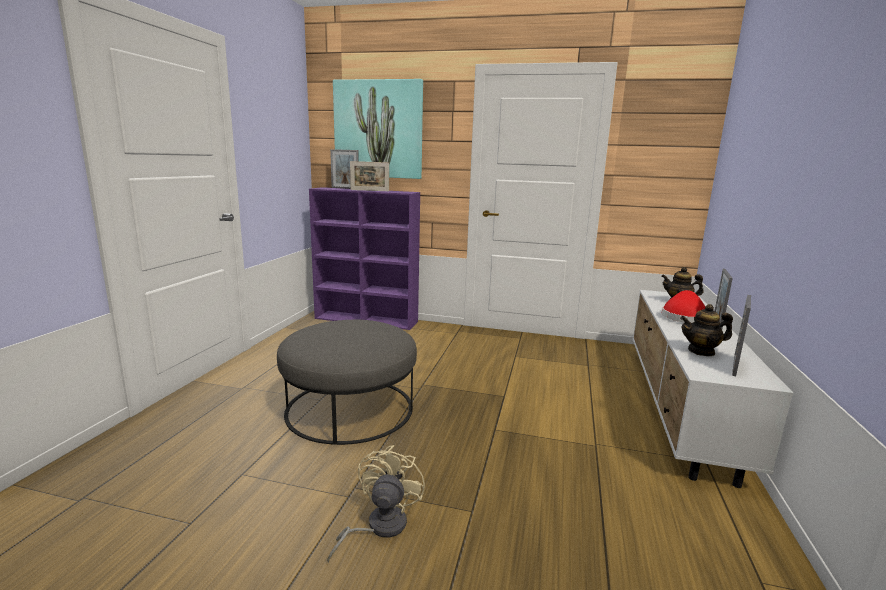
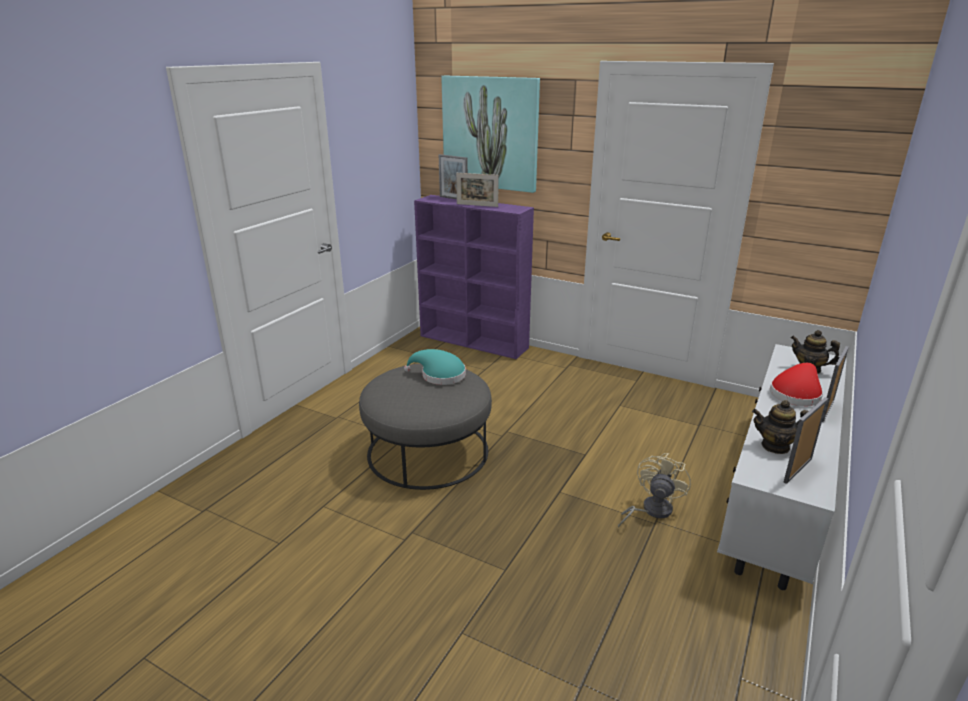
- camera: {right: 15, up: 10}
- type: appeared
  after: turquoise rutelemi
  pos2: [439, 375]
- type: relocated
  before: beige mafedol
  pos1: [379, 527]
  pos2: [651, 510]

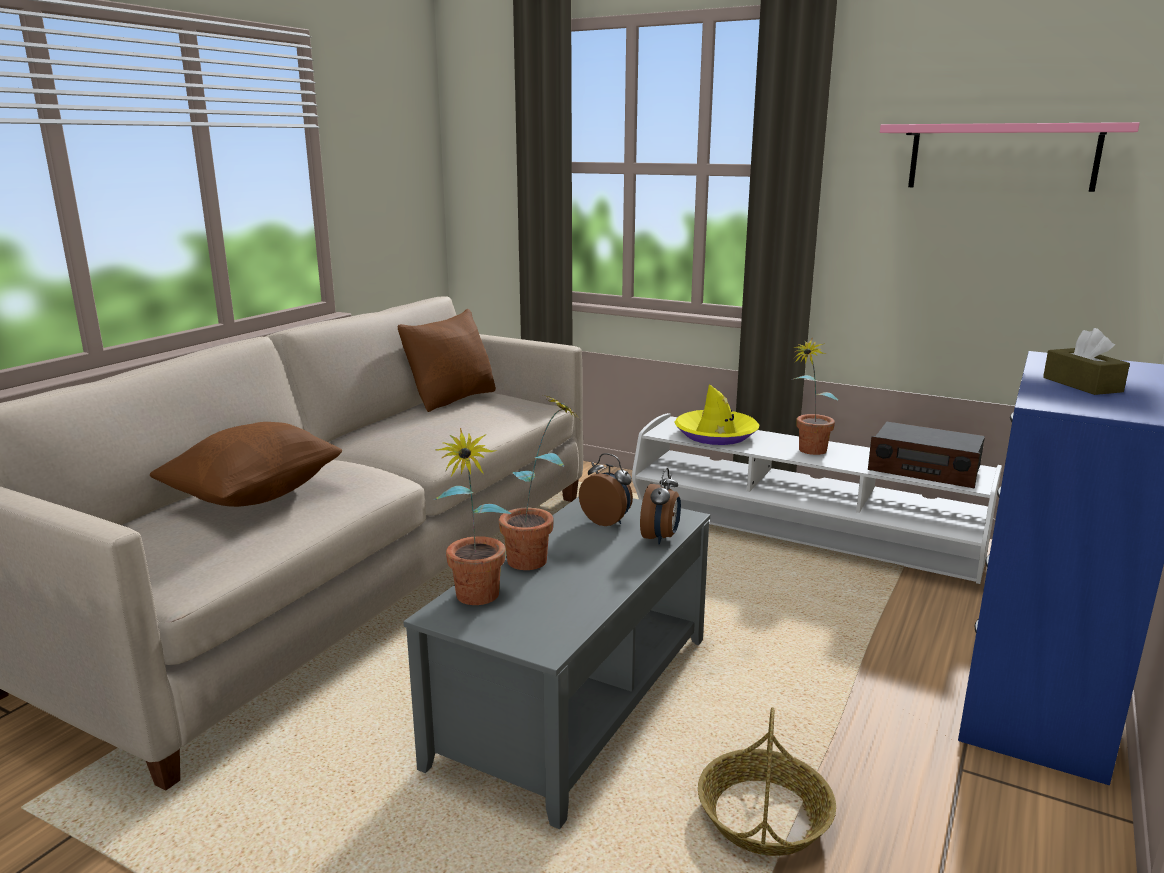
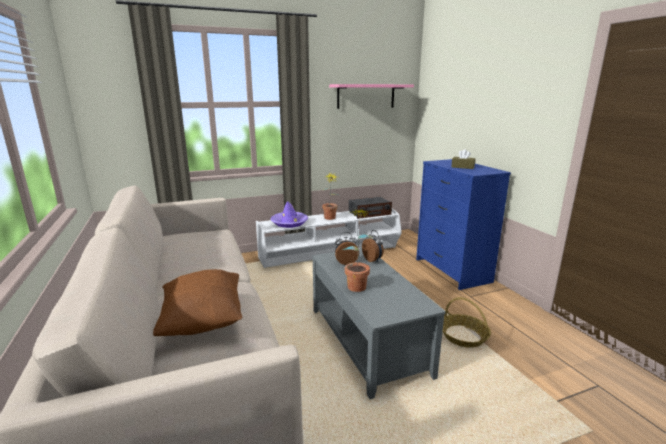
- camera: {right: -50, up: 0}
- type: colour
  before: yellow rutelemi
  after: purple rutelemi
  pos1: [716, 434]
  pos2: [289, 223]
- type: missing
  before: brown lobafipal
  pos1: [452, 399]
- type: missing
  before: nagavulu
  pos1: [475, 601]

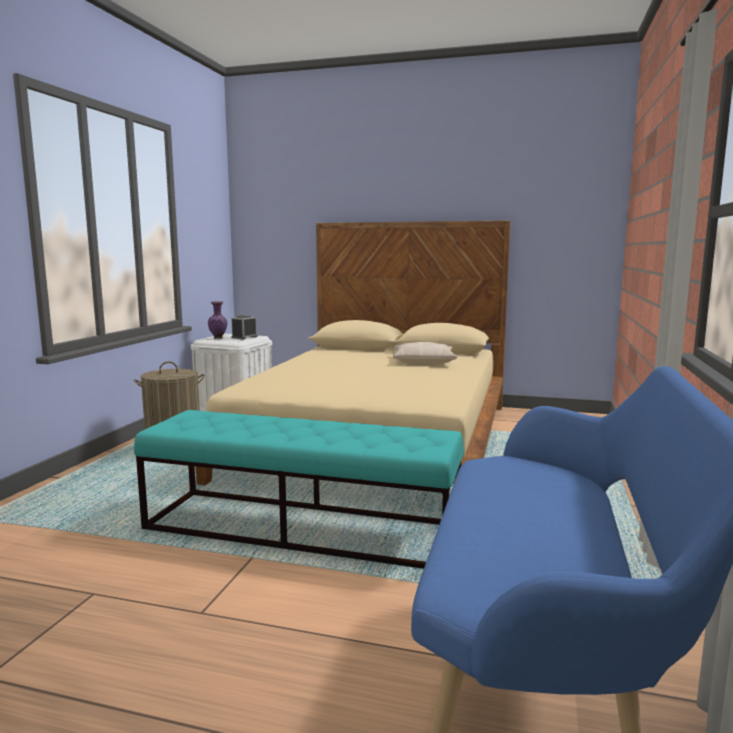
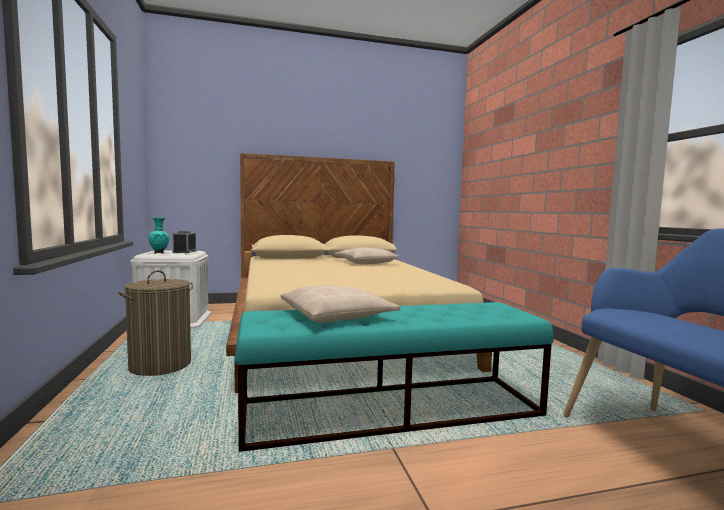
- camera: {right: -30, up: -5}
- type: colour
  before: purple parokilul
  after: turquoise parokilul
  pos1: [218, 338]
  pos2: [159, 253]
- type: appeared
  after: beige lobafipal
  pos2: [337, 316]

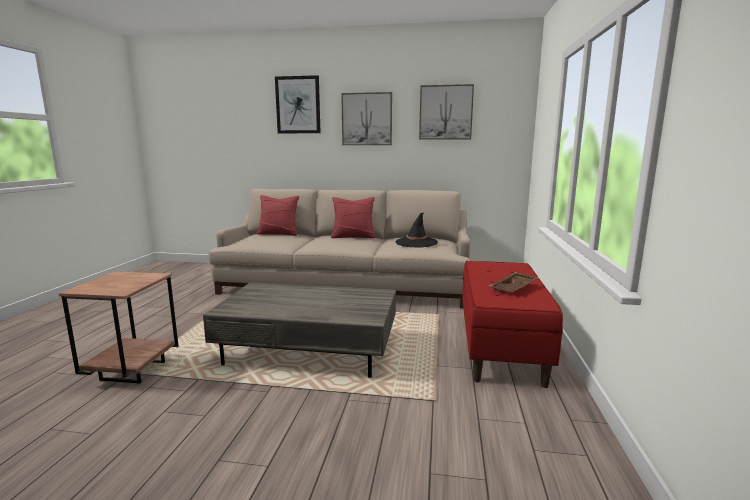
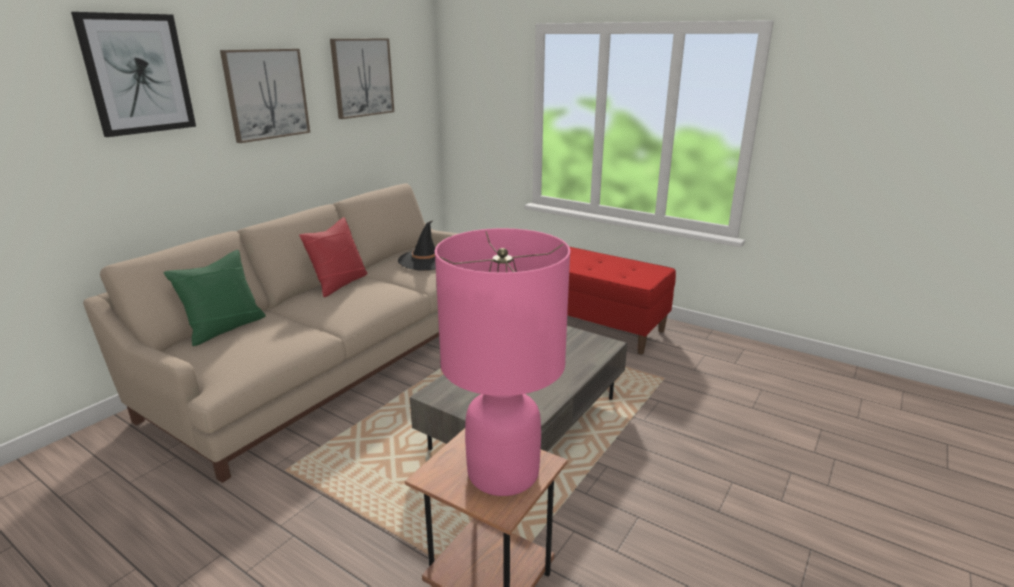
- camera: {right: -65, up: 10}
- type: colour
  before: red lobafipal
  after: green lobafipal
  pos1: [278, 233]
  pos2: [225, 328]
- type: appeared
  after: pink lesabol
  pos2: [503, 472]
- type: missing
  before: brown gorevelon
  pos1: [514, 288]

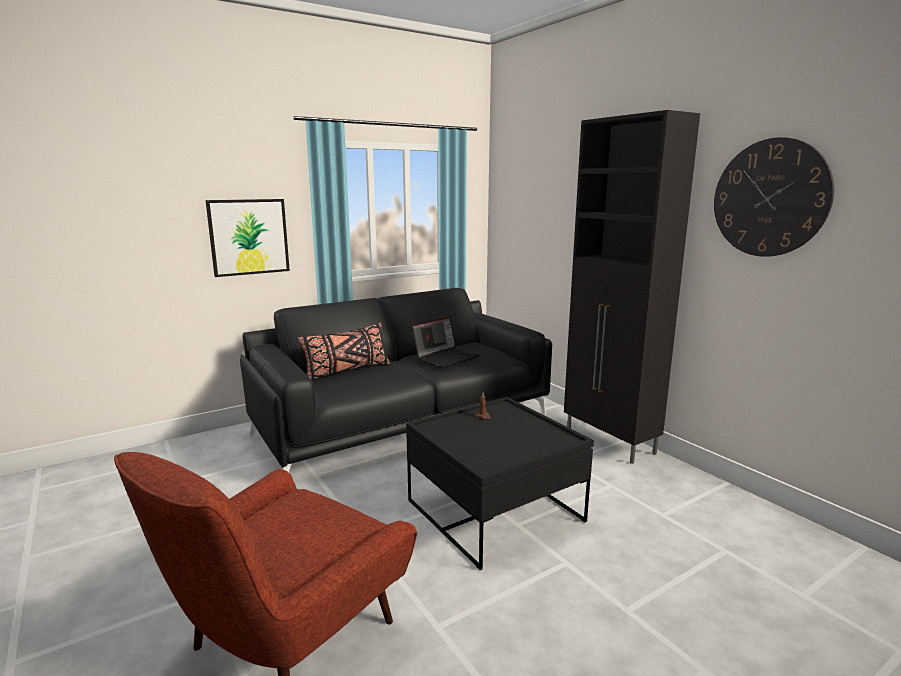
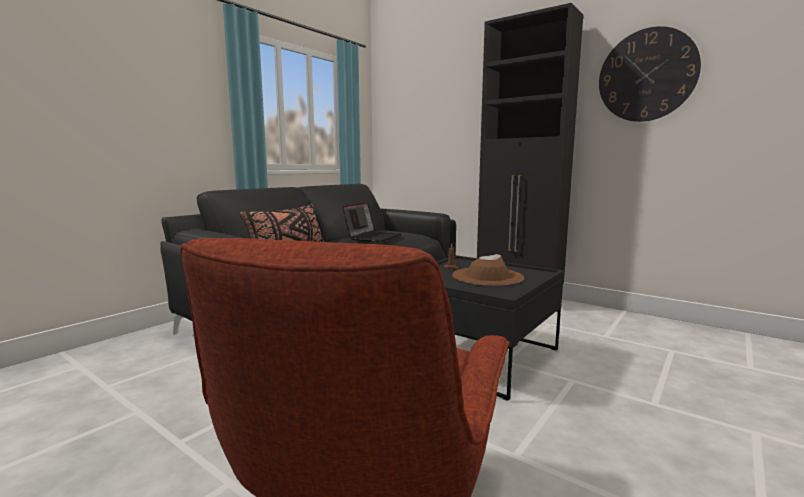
- camera: {right: -20, up: -5}
- type: appeared
  after: brown rutelemi
  pos2: [487, 276]
- type: missing
  before: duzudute
  pos1: [249, 237]

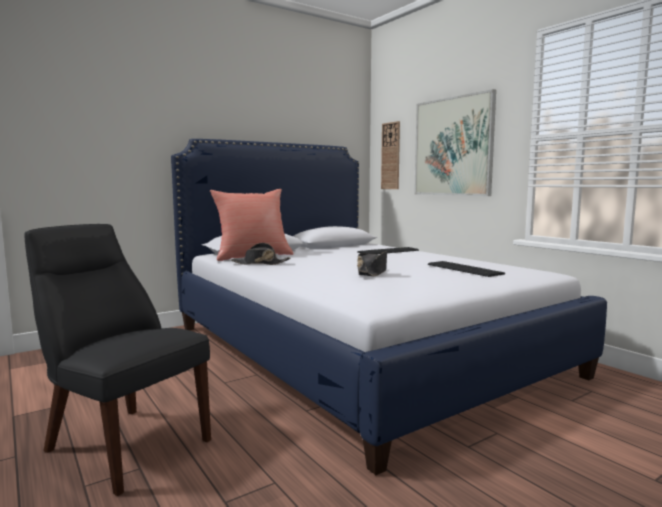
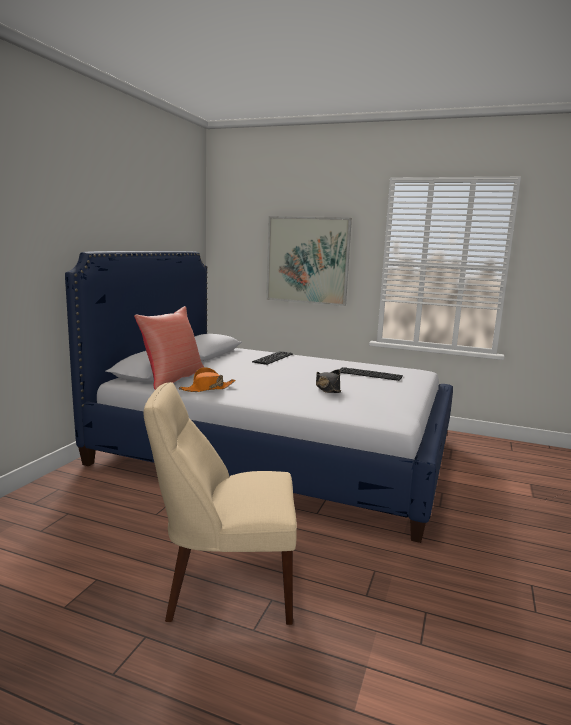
- camera: {right: -35, up: 5}
- type: colour
  before: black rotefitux
  after: beige rotefitux
  pos1: [123, 444]
  pos2: [224, 588]
- type: colour
  before: black rutelemi
  after: orange rutelemi
  pos1: [260, 263]
  pos2: [207, 388]
- type: missing
  before: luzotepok
  pos1: [391, 156]

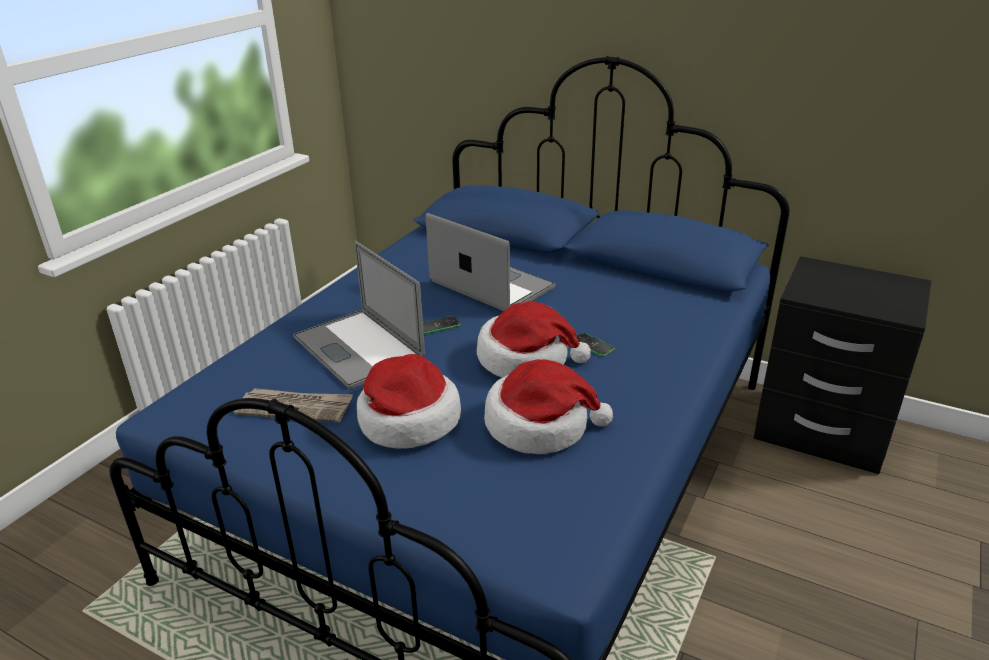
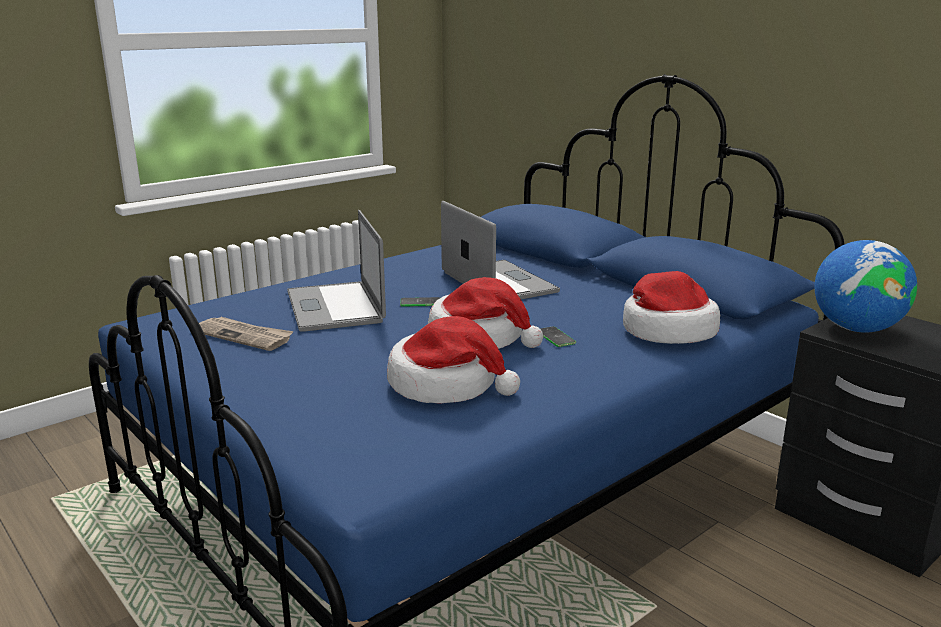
- camera: {right: 20, up: -10}
- type: relocated
  before: rutelemi
  pos1: [407, 420]
  pos2: [666, 330]
- type: appeared
  after: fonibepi
  pos2: [856, 329]

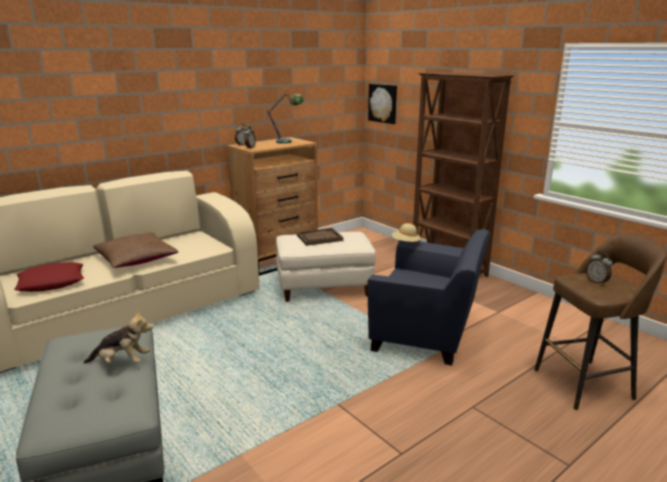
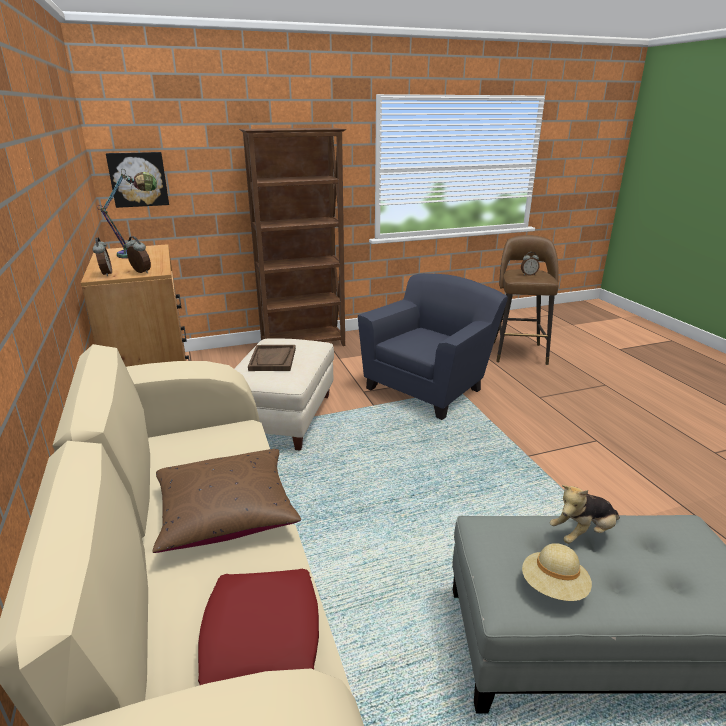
- camera: {right: -70, up: 5}
- type: relocated
  before: beige rutelemi
  pos1: [405, 243]
  pos2: [554, 587]
- type: spun
  before: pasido
  pos1: [122, 362]
  pos2: [583, 533]
  turn: -135

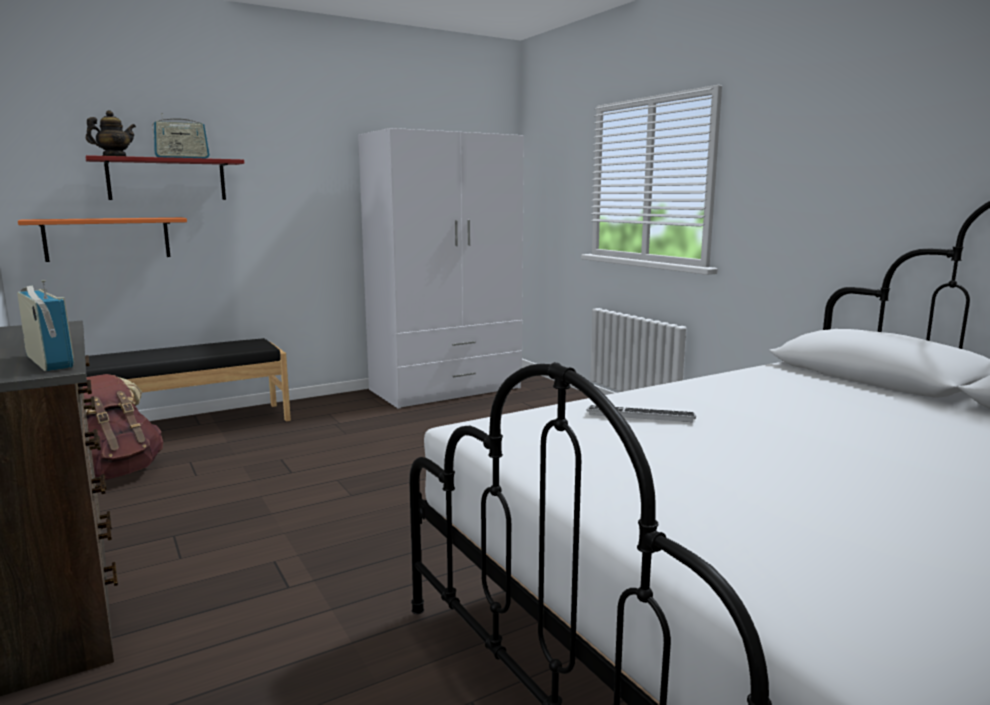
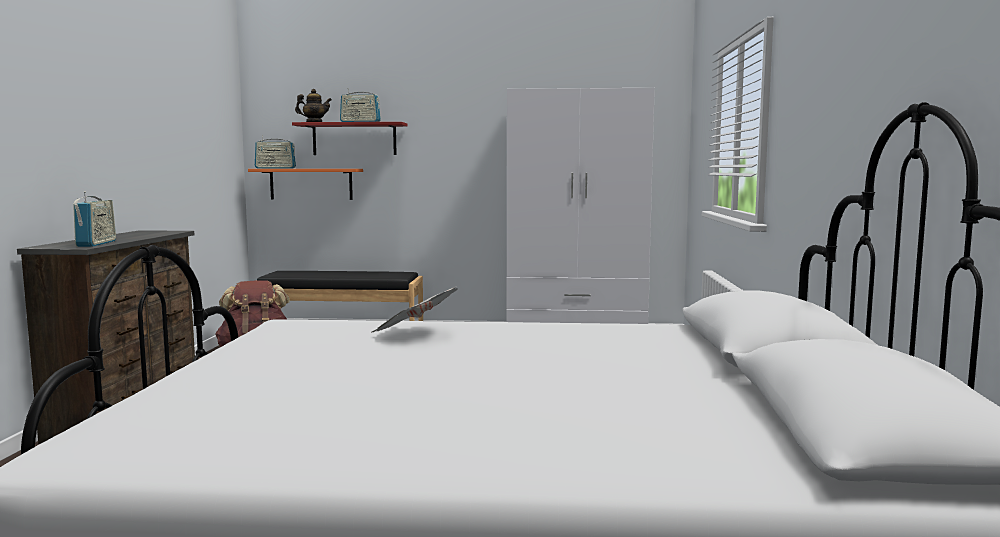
- camera: {right: 35, up: -5}
- type: appeared
  after: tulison
  pos2: [275, 168]
- type: exchanged
  before: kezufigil
  after: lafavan
  pos1: [640, 415]
  pos2: [414, 334]

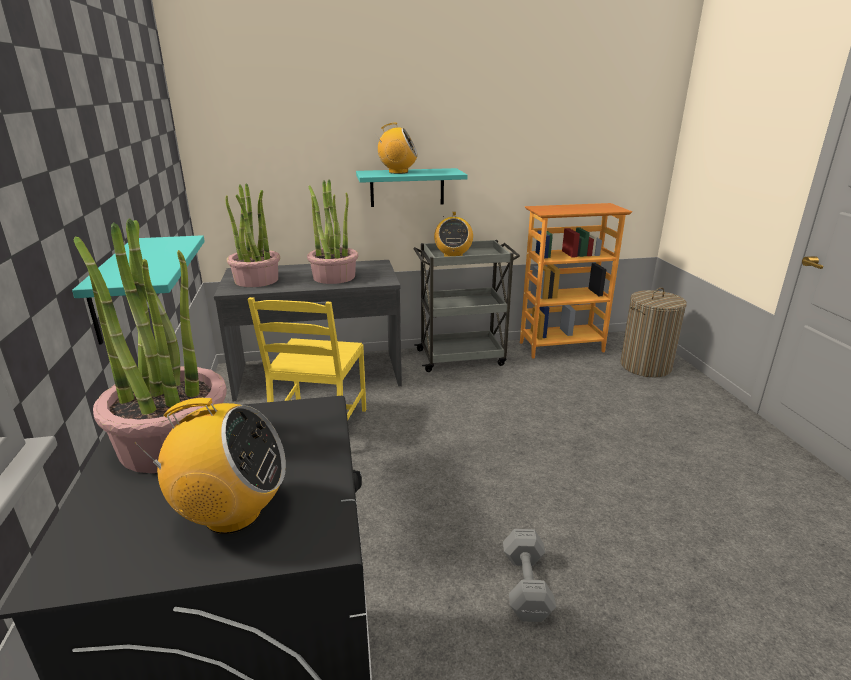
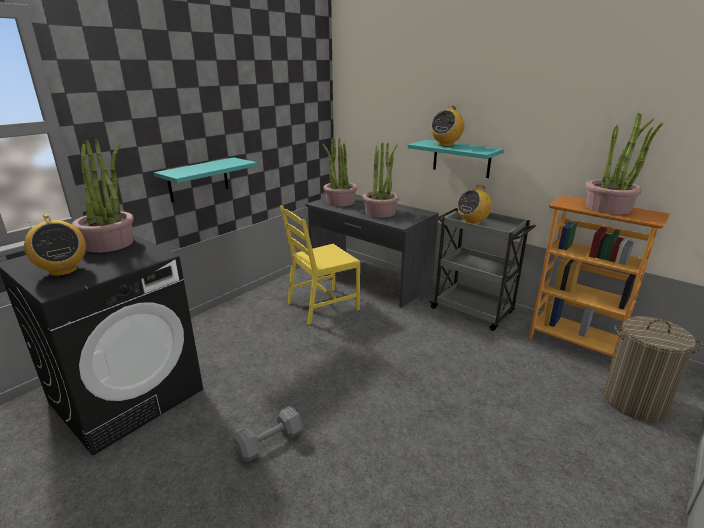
- camera: {right: 50, up: 0}
- type: spun
  before: tulison
  pos1: [398, 172]
  pos2: [445, 145]
  turn: 75
- type: appeared
  after: nagavulu
  pos2: [608, 208]

